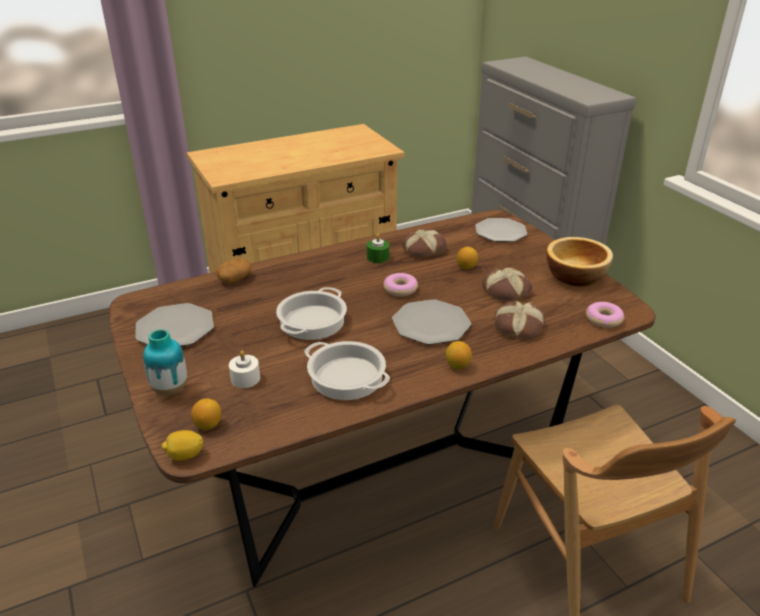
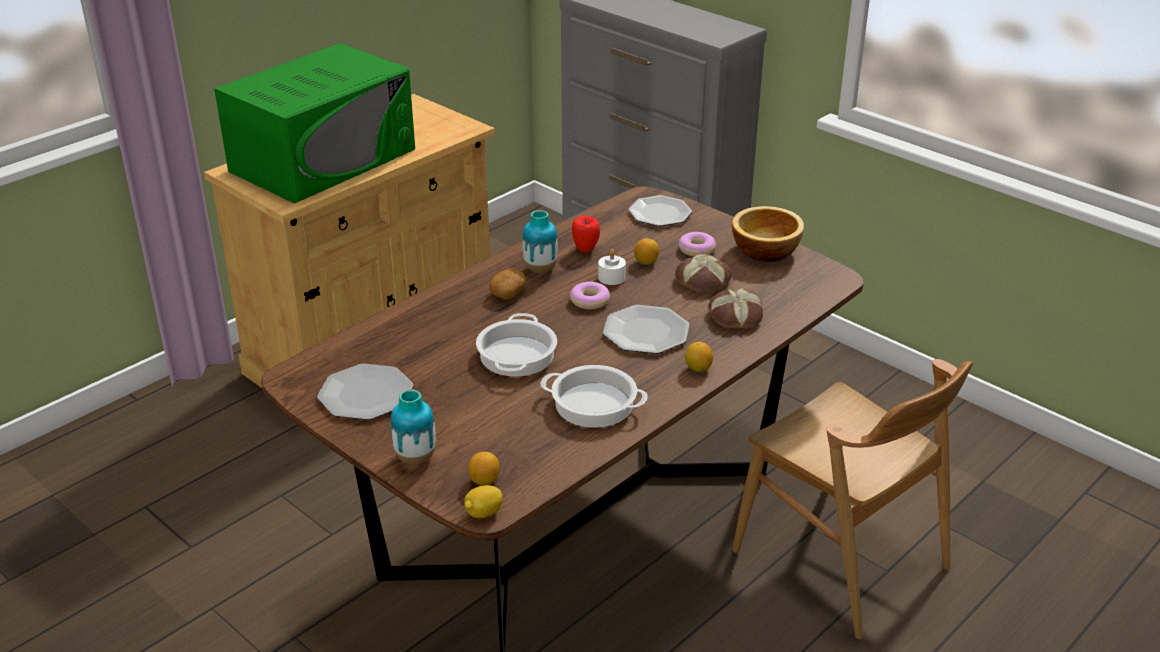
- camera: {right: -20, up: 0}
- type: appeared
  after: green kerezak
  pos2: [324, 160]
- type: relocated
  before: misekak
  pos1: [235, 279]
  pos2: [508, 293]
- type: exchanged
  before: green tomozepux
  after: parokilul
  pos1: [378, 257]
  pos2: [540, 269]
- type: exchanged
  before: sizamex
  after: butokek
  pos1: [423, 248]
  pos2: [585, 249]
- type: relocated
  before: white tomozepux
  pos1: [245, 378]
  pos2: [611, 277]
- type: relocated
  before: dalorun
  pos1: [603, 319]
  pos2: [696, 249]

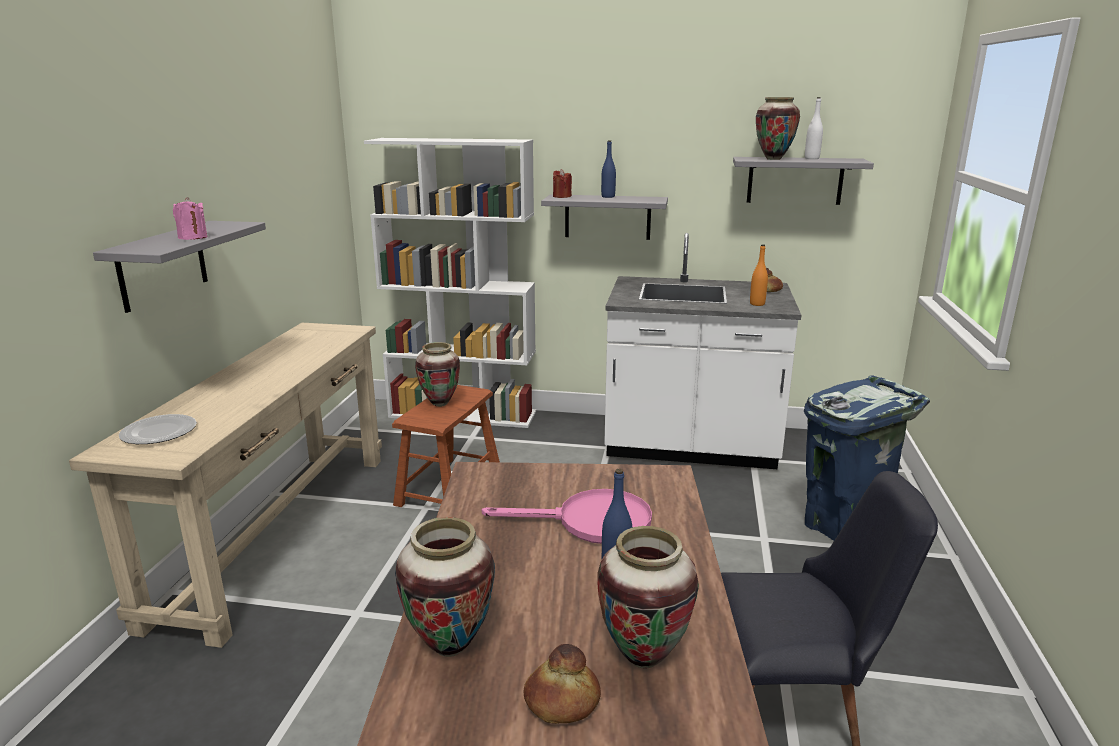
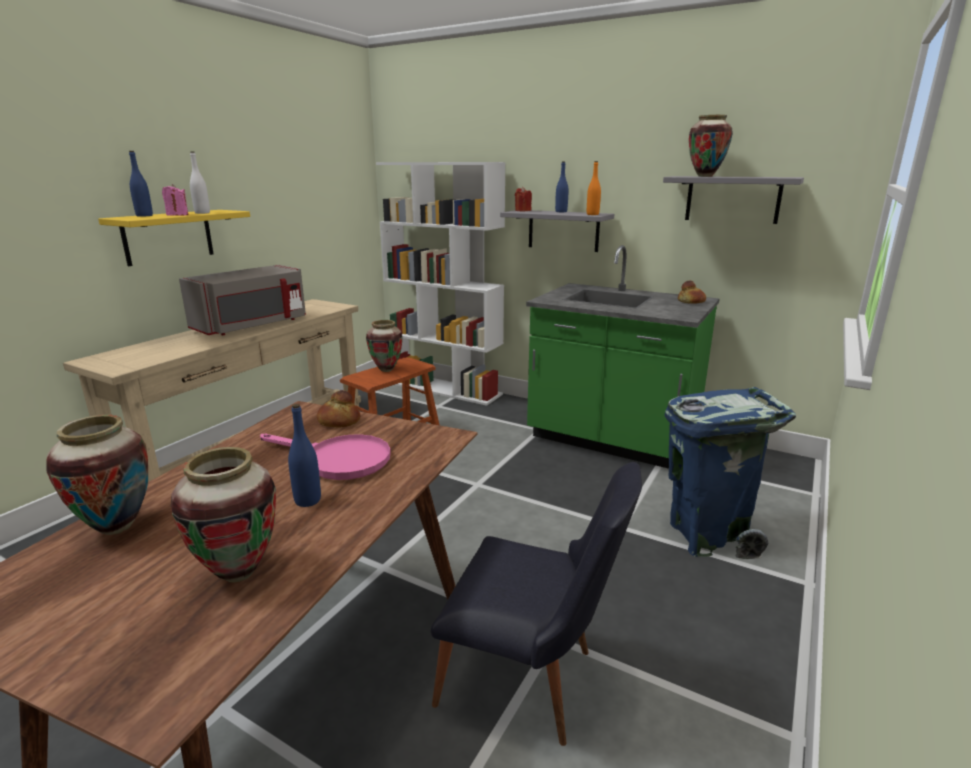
- camera: {right: 20, up: 0}
- type: colour
  before: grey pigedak
  after: yellow pigedak
  pos1: [162, 265]
  pos2: [168, 237]
- type: appeared
  after: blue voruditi
  pos2: [144, 216]
- type: appeared
  after: grey kerezak
  pos2: [252, 325]
- type: relocated
  before: white voruditi
  pos1: [811, 158]
  pos2: [202, 213]
- type: relocated
  before: sizamex
  pos1: [561, 701]
  pos2: [338, 421]
- type: colour
  before: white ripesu
  after: green ripesu
  pos1: [690, 447]
  pos2: [612, 440]
- type: relocated
  before: orange voruditi
  pos1: [757, 304]
  pos2: [592, 214]
- type: missing
  before: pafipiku
  pos1: [159, 432]

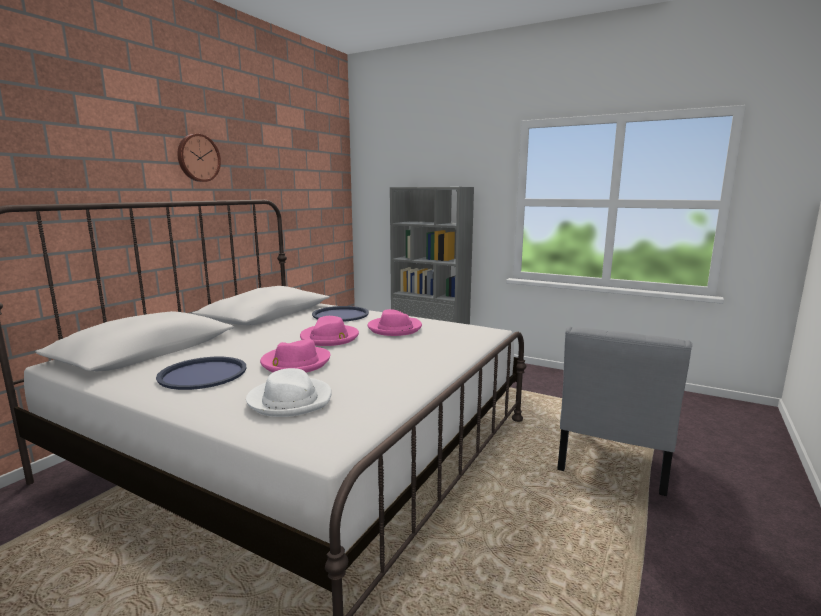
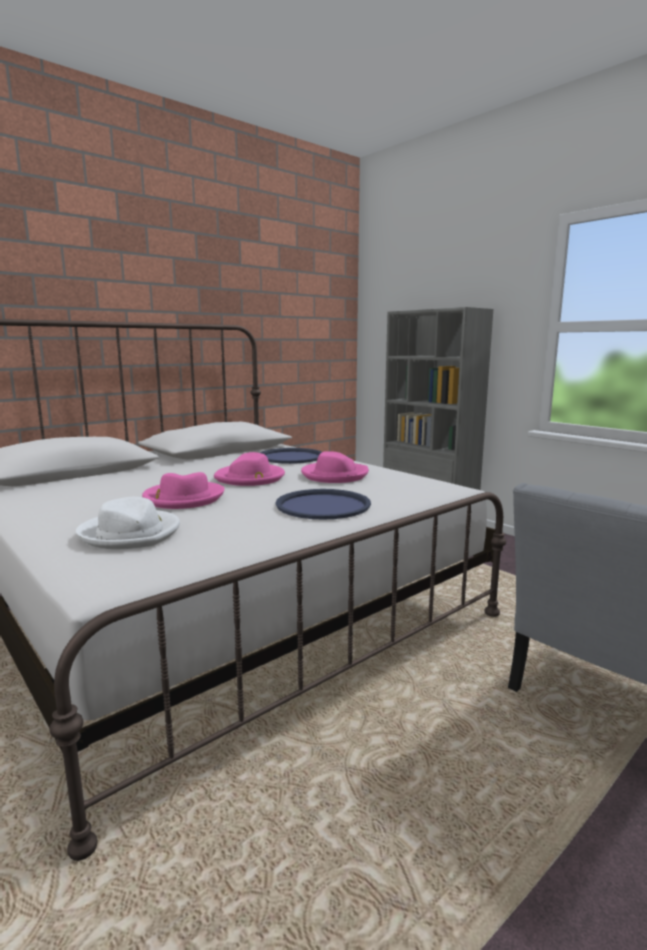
- camera: {right: 20, up: 0}
- type: relocated
  before: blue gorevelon
  pos1: [202, 374]
  pos2: [323, 505]
- type: missing
  before: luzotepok
  pos1: [198, 158]

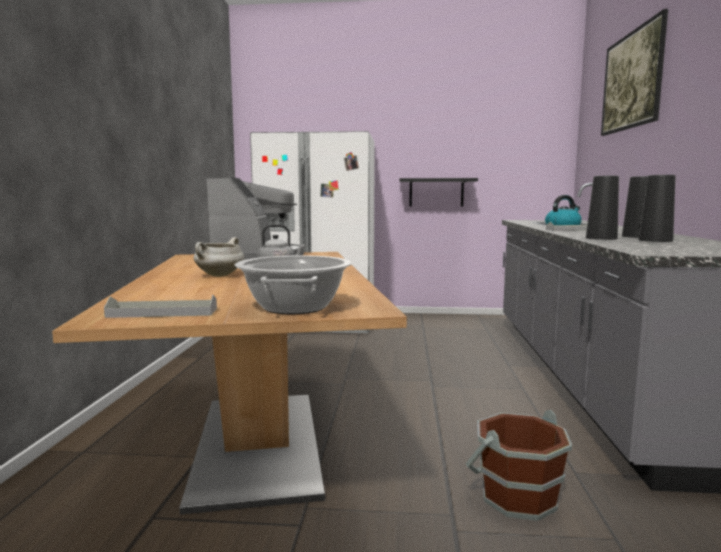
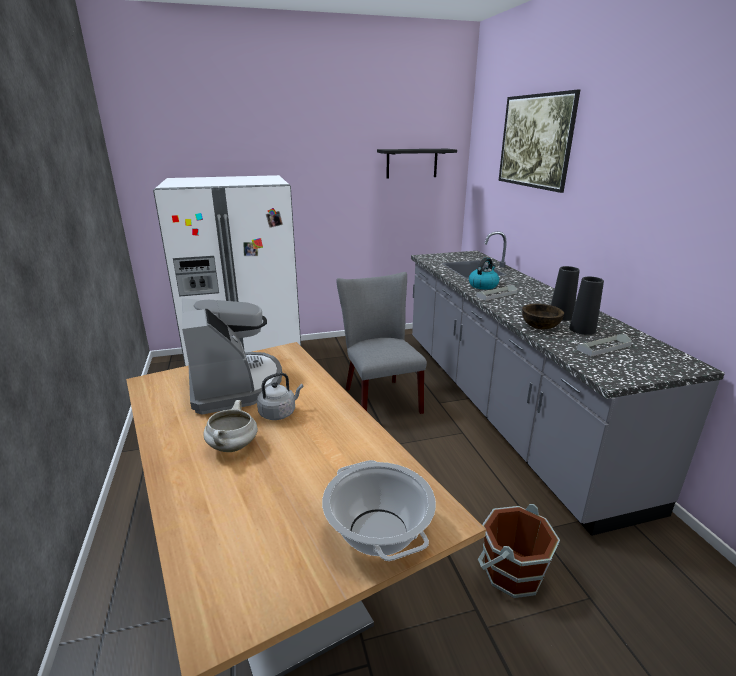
- camera: {right: -20, up: 15}
- type: appeared
  after: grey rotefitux
  pos2: [379, 398]
- type: relocated
  before: black pigedak
  pos1: [436, 192]
  pos2: [411, 163]
- type: exchanged
  before: black parokilul
  after: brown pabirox
  pos1: [601, 238]
  pos2: [540, 327]
- type: relocated
  before: grey gorevelon
  pos1: [163, 312]
  pos2: [604, 347]

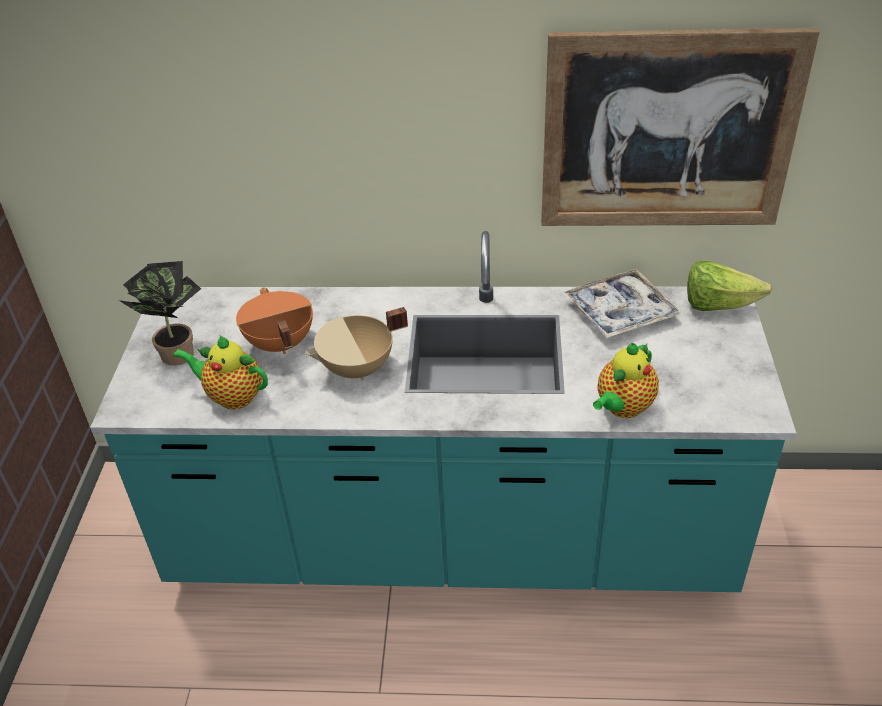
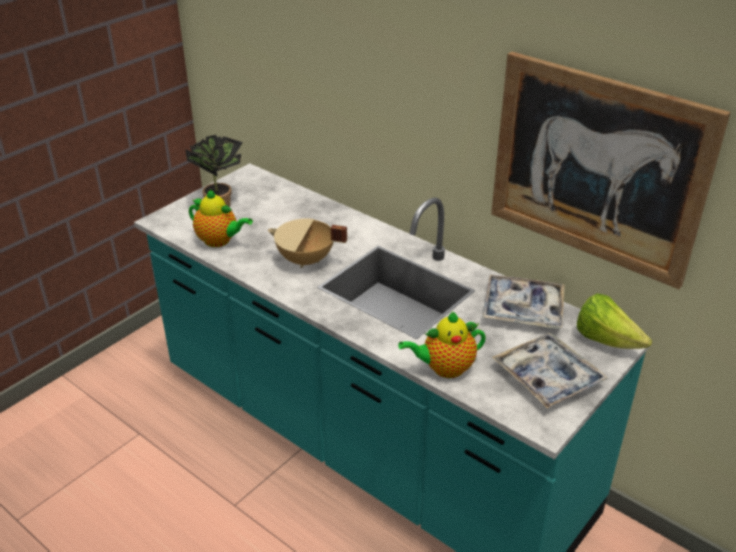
- camera: {right: 35, up: -5}
- type: spun
  before: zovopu
  pos1: [232, 396]
  pos2: [219, 241]
  turn: 150
- type: appeared
  after: gorevelon
  pos2: [547, 377]
- type: missing
  before: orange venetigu
  pos1: [279, 344]

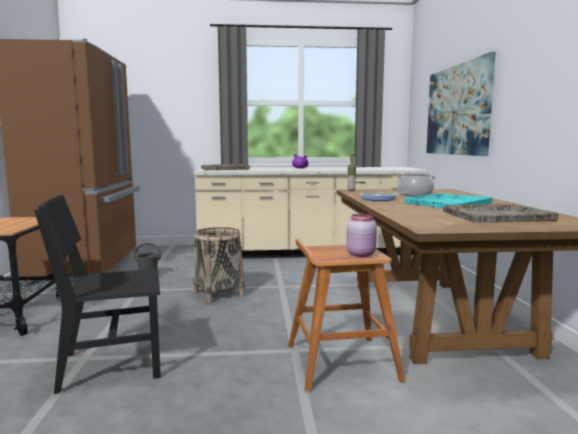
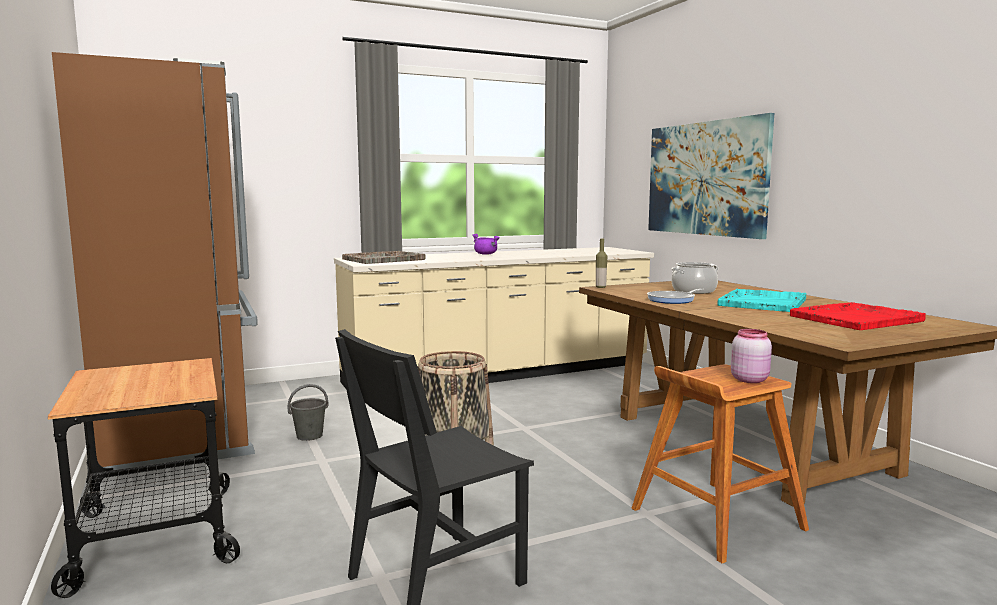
- camera: {right: -20, up: 0}
- type: colour
  before: grey gorevelon
  after: red gorevelon
  pos1: [497, 216]
  pos2: [857, 318]

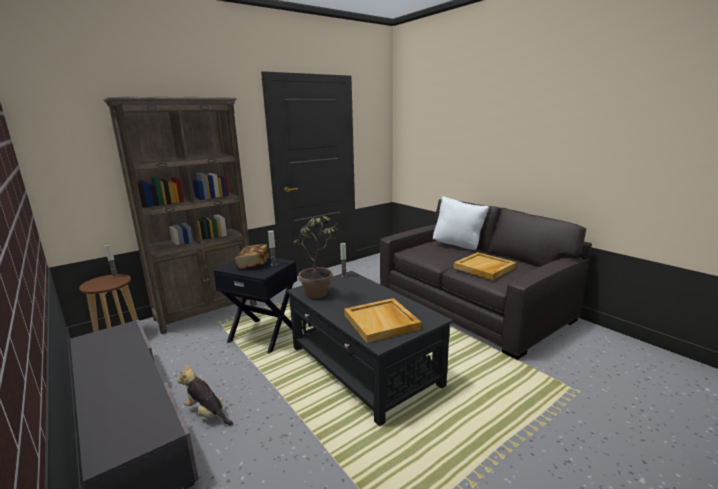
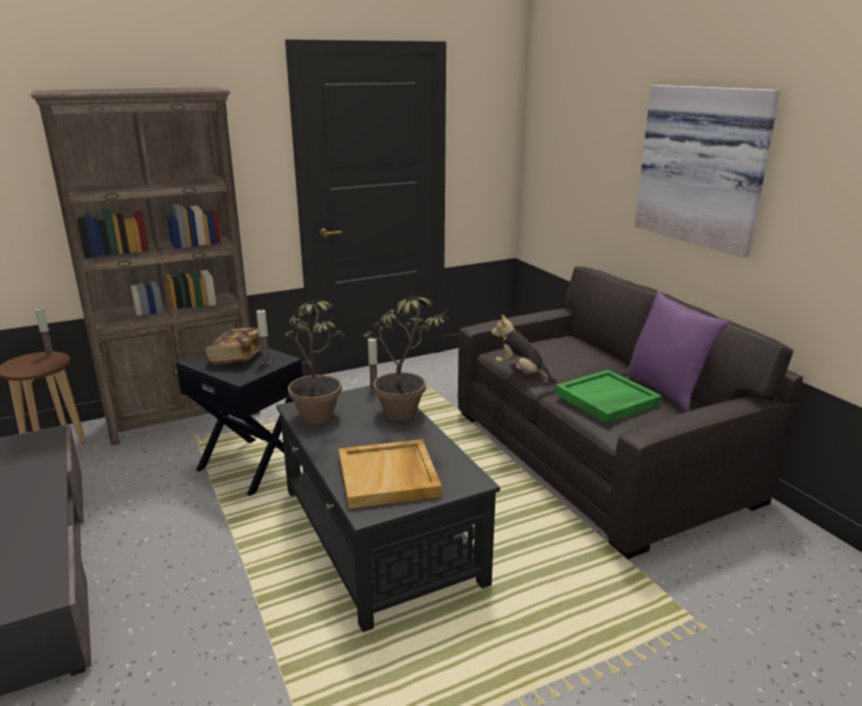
- camera: {right: 10, up: 5}
- type: appeared
  after: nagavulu
  pos2: [407, 417]
- type: relocated
  before: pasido
  pos1: [207, 413]
  pos2: [522, 373]
- type: colour
  before: beige gorevelon
  after: green gorevelon
  pos1: [484, 268]
  pos2: [606, 400]
- type: appeared
  after: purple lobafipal
  pos2: [665, 390]
- type: appeared
  after: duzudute
  pos2: [704, 166]
- type: missing
  before: white lobafipal
  pos1: [458, 246]

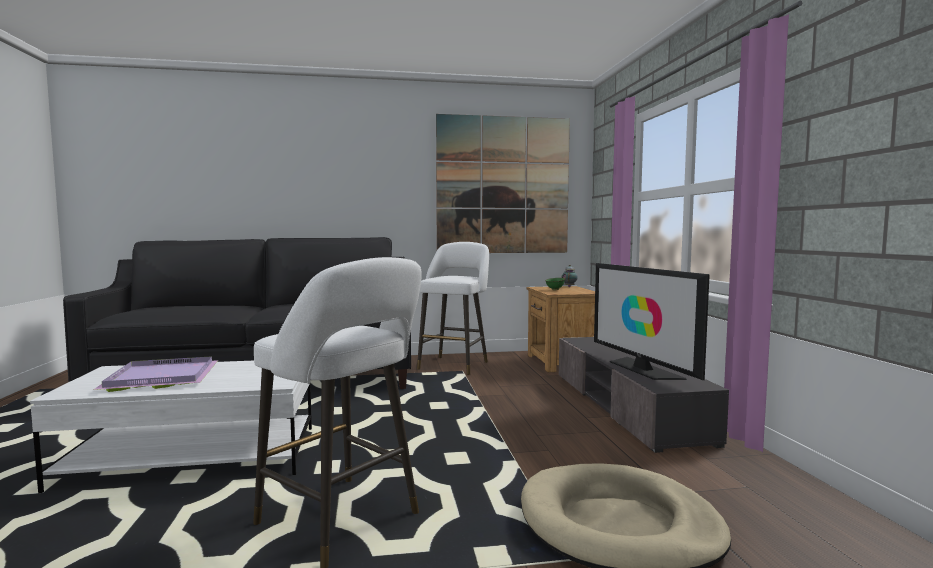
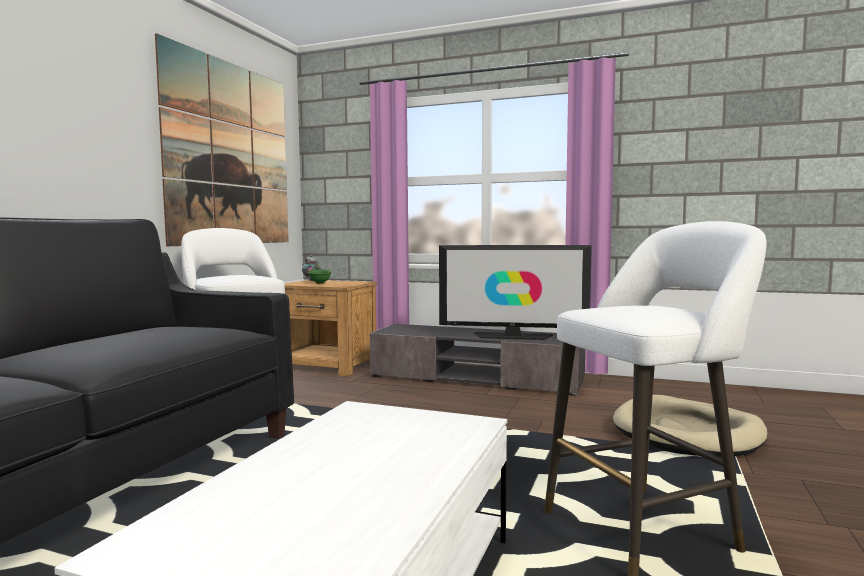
- camera: {right: -60, up: 0}
- type: missing
  before: purple gorevelon
  pos1: [159, 378]

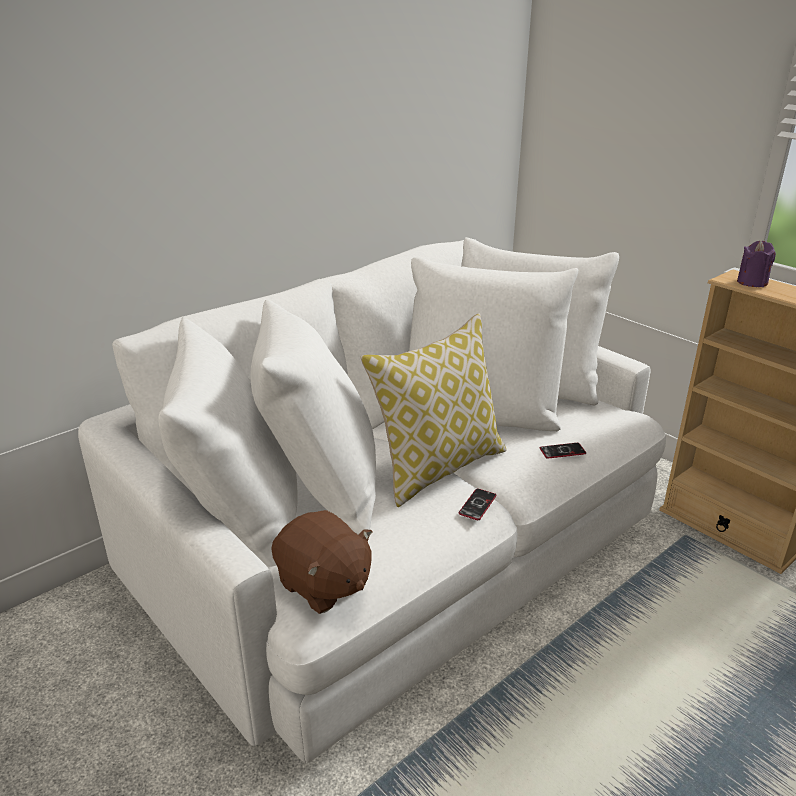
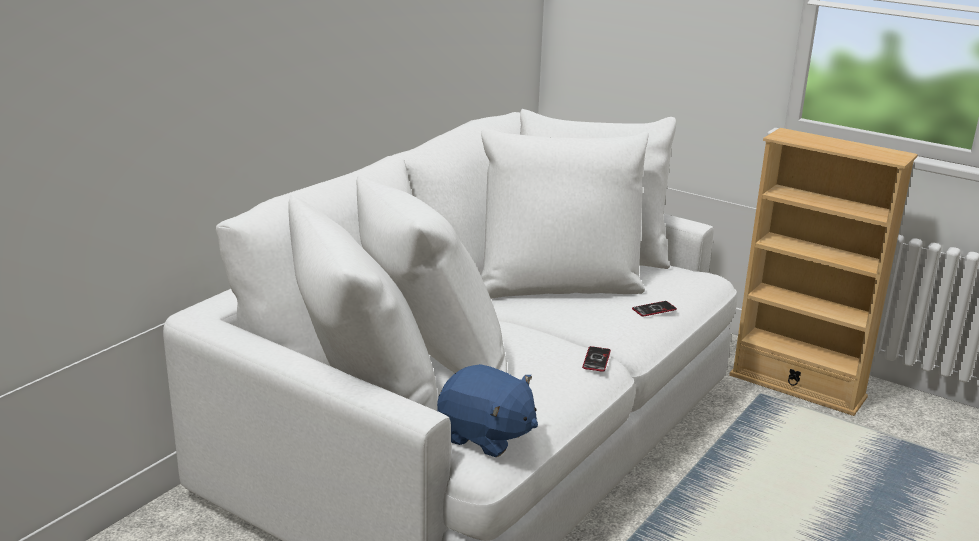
- camera: {right: -15, up: -5}
- type: colour
  before: brown pasido
  after: blue pasido
  pos1: [323, 585]
  pos2: [486, 436]
- type: missing
  before: lobafipal
  pos1: [438, 466]
- type: missing
  before: purple tomozepux
  pos1: [752, 282]

